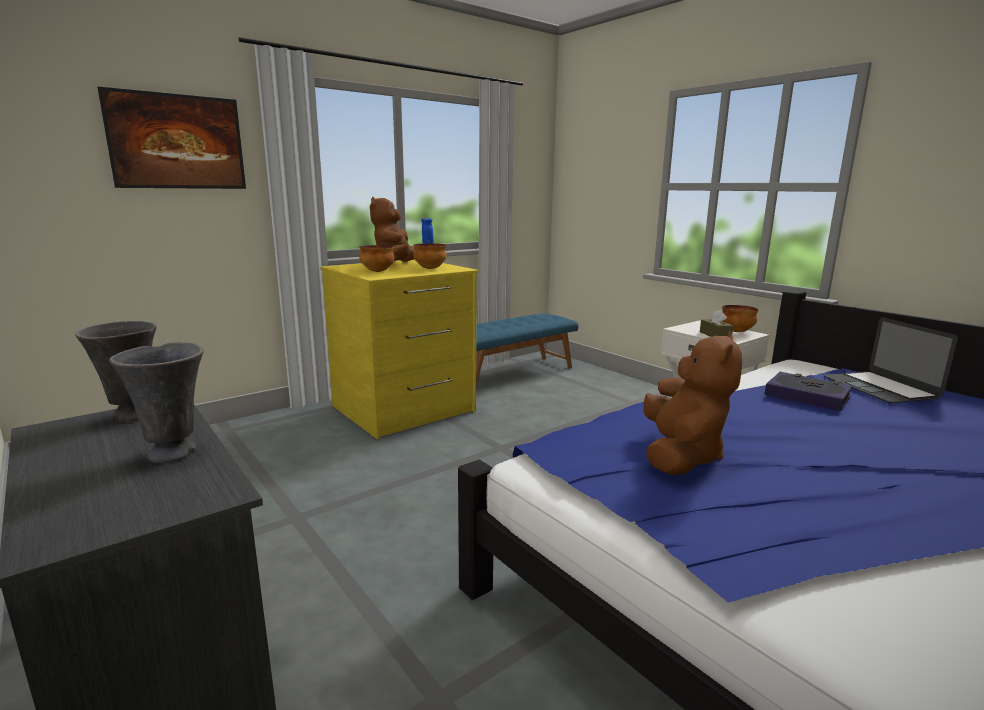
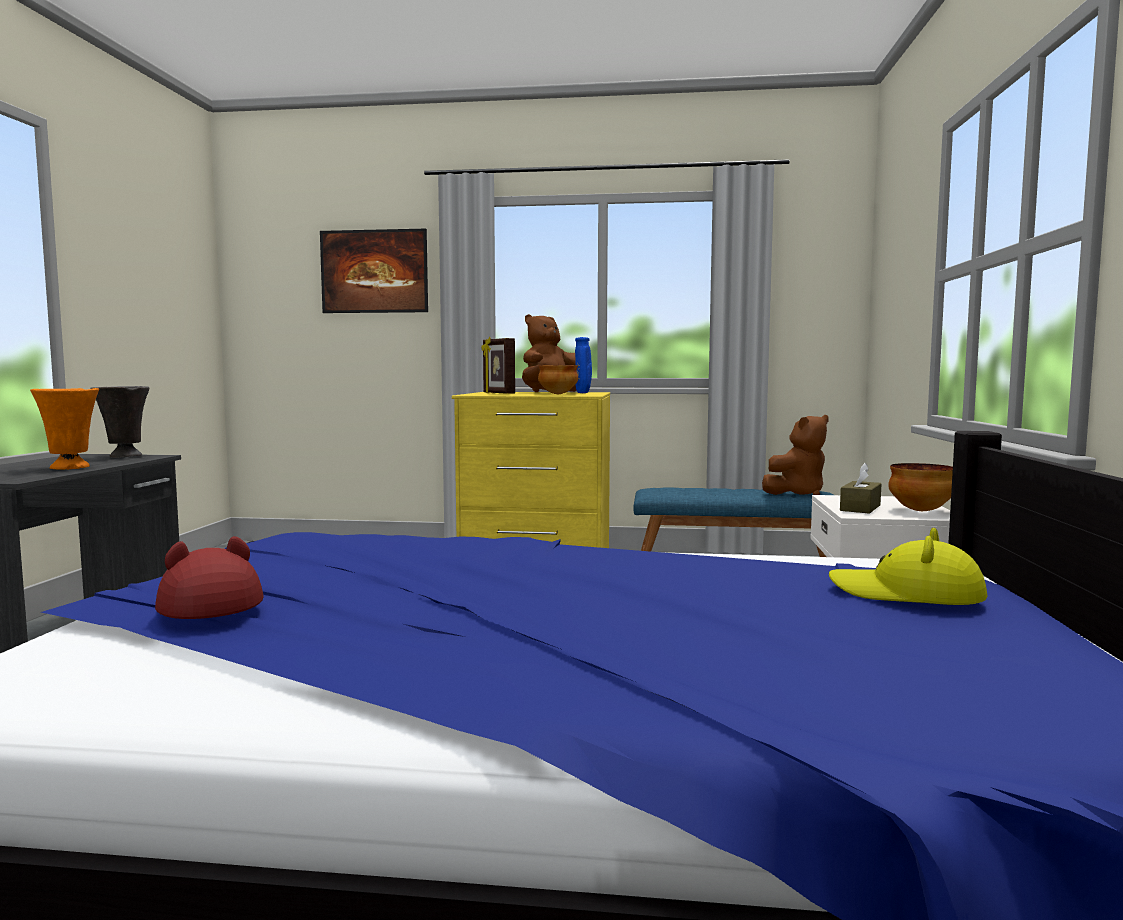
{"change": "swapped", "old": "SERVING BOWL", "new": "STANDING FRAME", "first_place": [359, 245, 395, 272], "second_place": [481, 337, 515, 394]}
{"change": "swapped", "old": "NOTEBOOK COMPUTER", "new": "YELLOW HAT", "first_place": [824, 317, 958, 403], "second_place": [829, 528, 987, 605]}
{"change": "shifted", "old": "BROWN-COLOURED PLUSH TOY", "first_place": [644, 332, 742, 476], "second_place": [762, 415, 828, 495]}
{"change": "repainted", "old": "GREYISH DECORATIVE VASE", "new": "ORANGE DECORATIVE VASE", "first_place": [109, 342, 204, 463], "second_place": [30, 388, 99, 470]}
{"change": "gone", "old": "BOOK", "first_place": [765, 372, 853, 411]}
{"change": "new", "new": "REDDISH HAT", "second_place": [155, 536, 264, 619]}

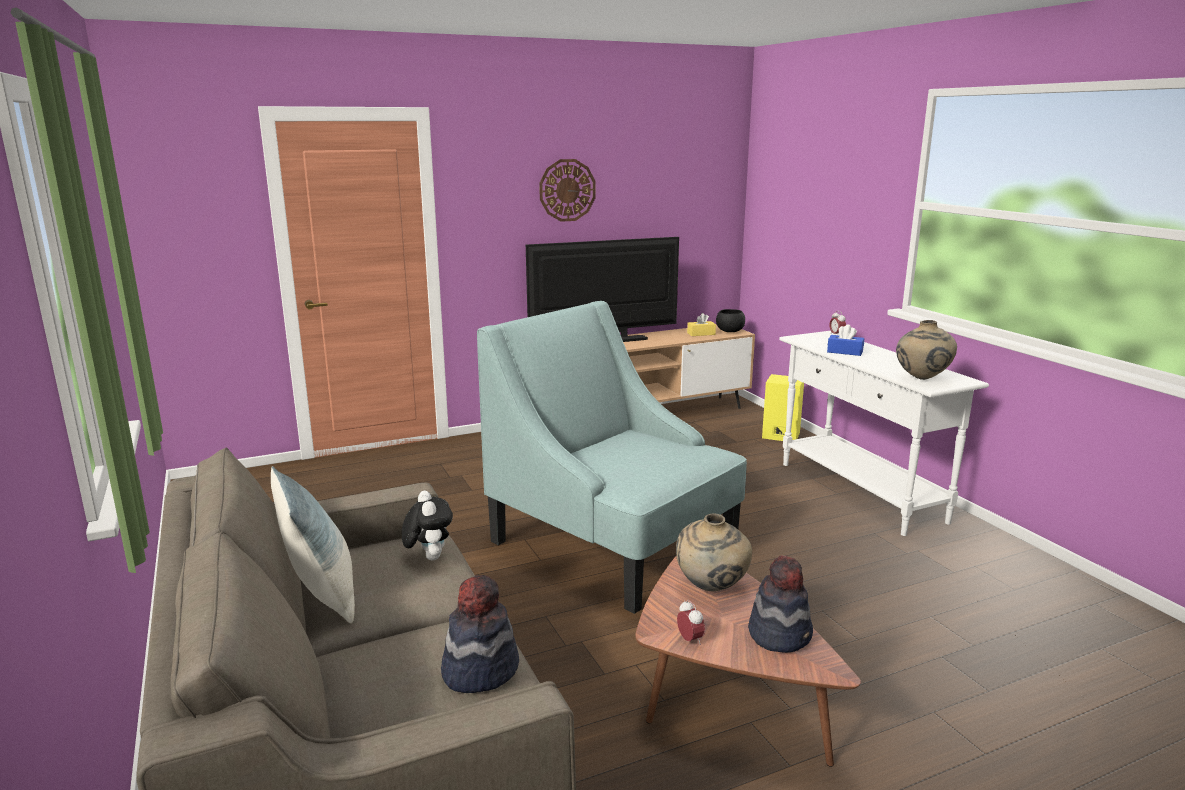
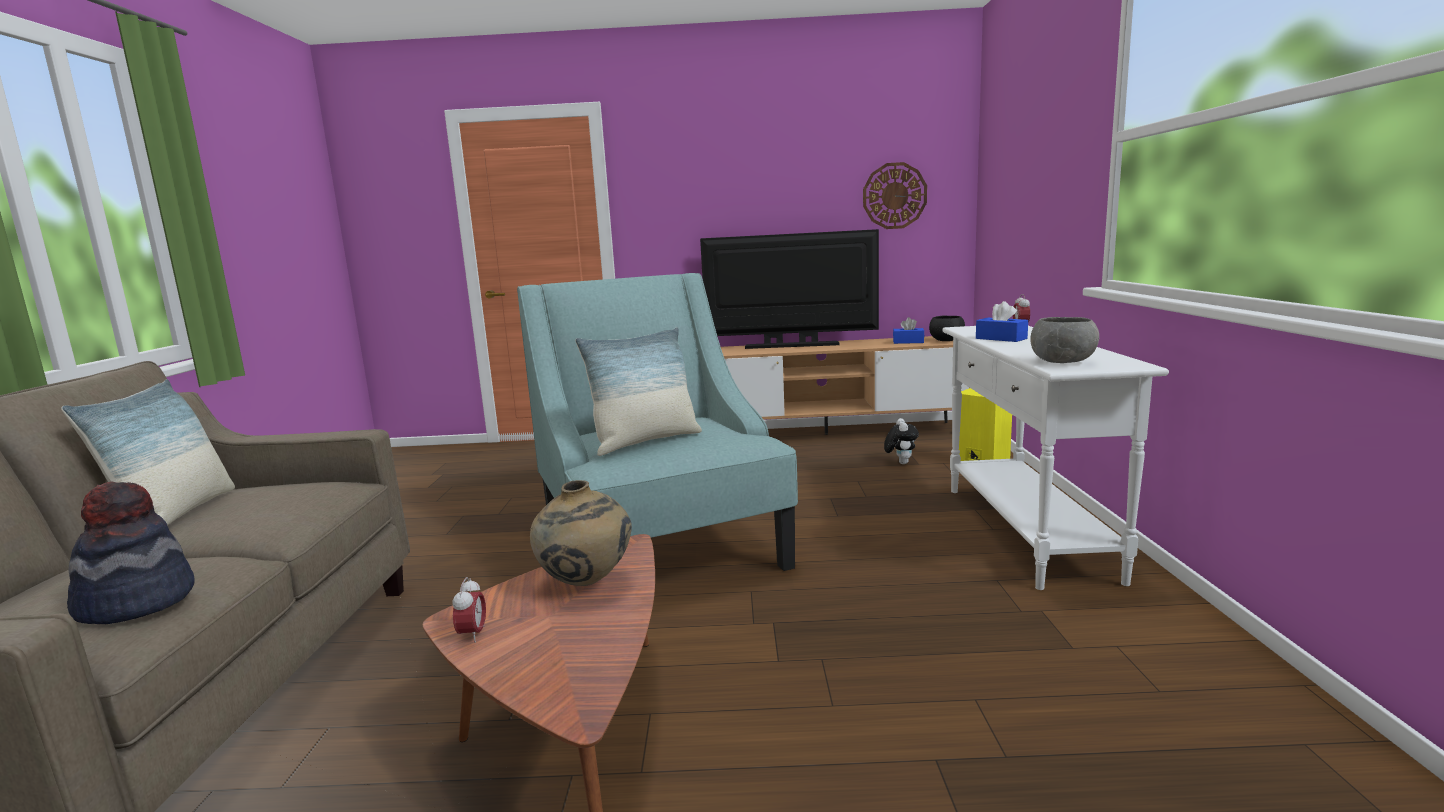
{"change": "shifted", "old": "HANGING CLOCK", "first_place": [539, 159, 596, 222], "second_place": [863, 162, 927, 229]}
{"change": "repainted", "old": "YELLOW BOX OF TISSUES", "new": "BLUE BOX OF TISSUES", "first_place": [687, 313, 716, 336], "second_place": [893, 317, 924, 344]}
{"change": "swapped", "old": "BEIGE DECORATIVE VASE", "new": "GREYISH SERVING BOWL", "first_place": [896, 320, 957, 380], "second_place": [1031, 317, 1099, 363]}
{"change": "shifted", "old": "PLUSH TOY", "first_place": [402, 491, 453, 560], "second_place": [884, 418, 919, 464]}
{"change": "gone", "old": "HAT", "first_place": [748, 556, 813, 653]}
{"change": "new", "new": "THROW PILLOW", "second_place": [575, 327, 702, 456]}

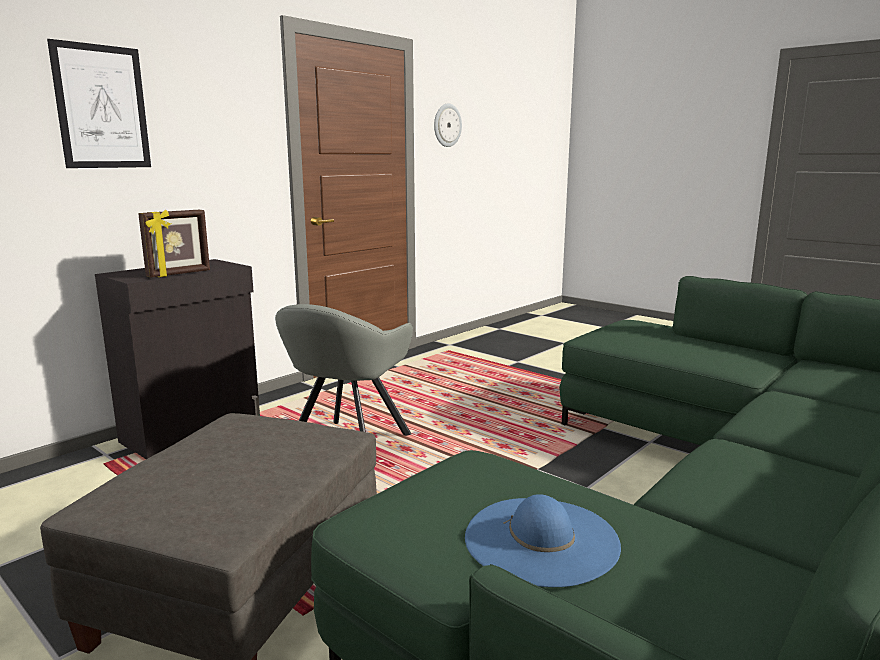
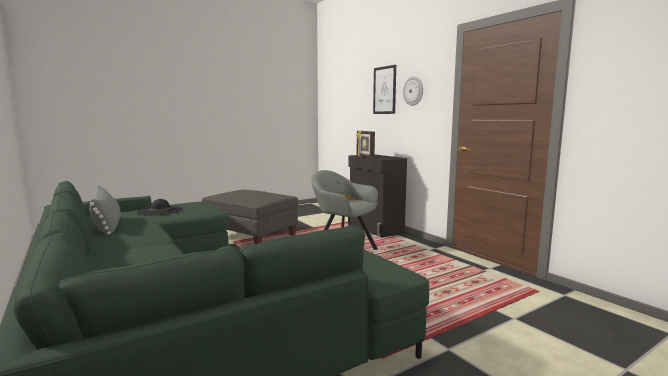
{"change": "shifted", "old": "HANGING CLOCK", "first_place": [434, 104, 462, 147], "second_place": [403, 77, 423, 106]}
{"change": "repainted", "old": "BLUE HAT", "new": "BLACKISH HAT", "first_place": [465, 494, 621, 587], "second_place": [137, 199, 183, 216]}
{"change": "new", "new": "GREYISH THROW PILLOW", "second_place": [89, 185, 121, 234]}

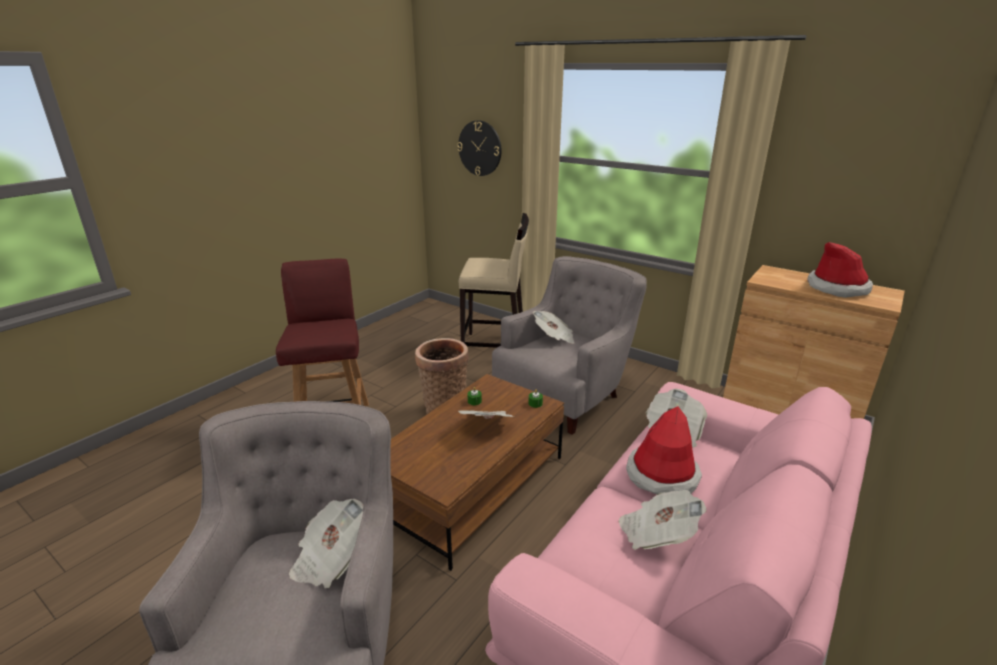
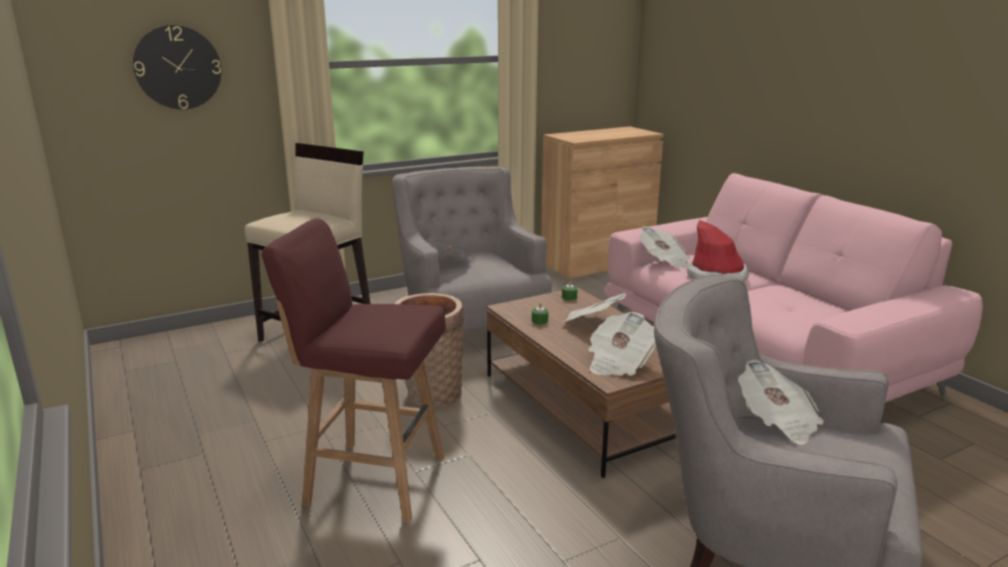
{"change": "gone", "old": "HAT", "first_place": [807, 242, 873, 298]}
{"change": "shifted", "old": "PRINTED PAPER", "first_place": [618, 490, 706, 550], "second_place": [588, 312, 656, 376]}

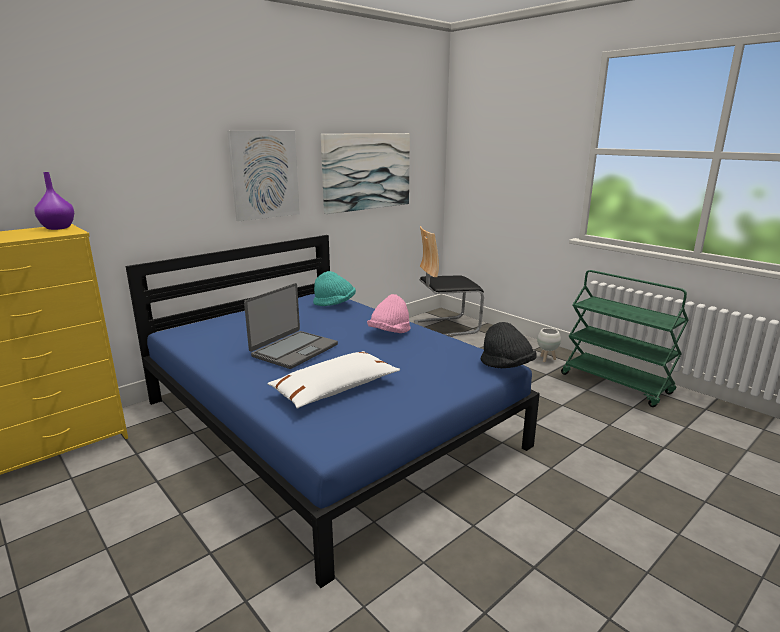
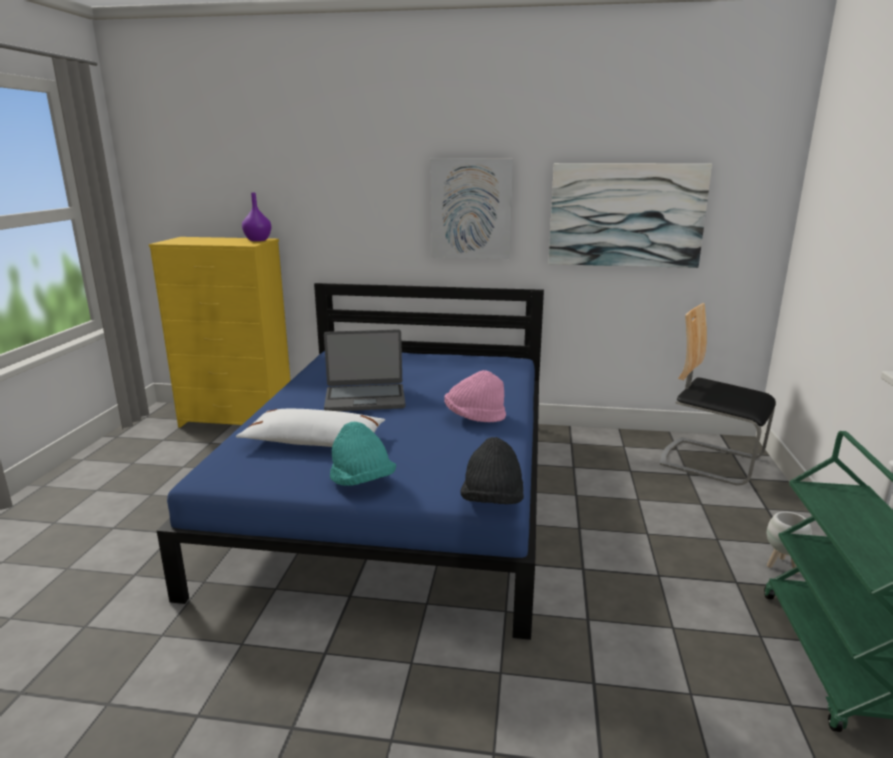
{"change": "shifted", "old": "TURQUOISE HAT", "first_place": [313, 271, 356, 306], "second_place": [330, 422, 396, 486]}

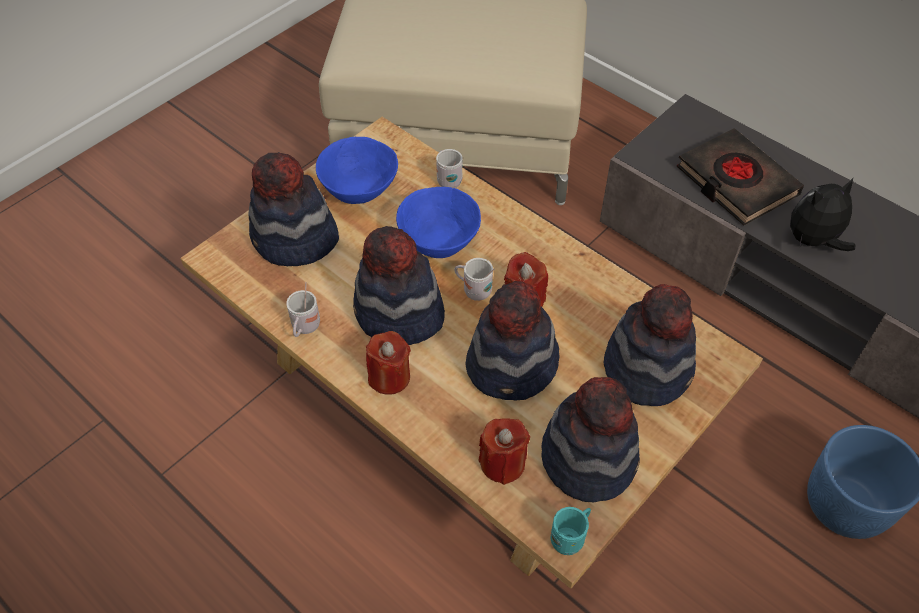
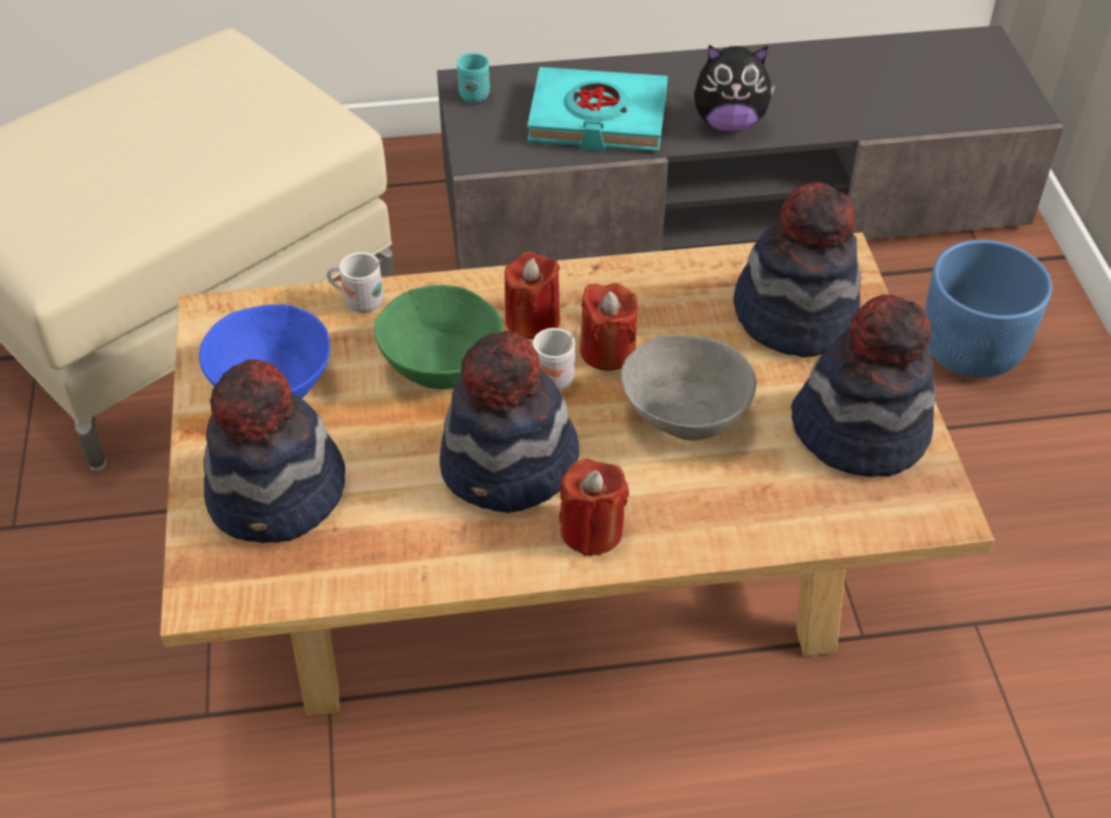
{"change": "repainted", "old": "BLACKISH BOOK", "new": "TURQUOISE BOOK", "first_place": [677, 128, 804, 225], "second_place": [527, 67, 668, 151]}
{"change": "rotated", "old": "PLUSH TOY", "first_place": [790, 178, 855, 251], "second_place": [694, 45, 776, 132], "degrees": -105}
{"change": "repainted", "old": "BLUE SERVING BOWL", "new": "GREENISH SERVING BOWL", "first_place": [396, 187, 481, 258], "second_place": [374, 285, 503, 389]}
{"change": "swapped", "old": "HAT", "new": "GREYISH SERVING BOWL", "first_place": [466, 281, 559, 401], "second_place": [620, 334, 756, 440]}
{"change": "gone", "old": "WHITE-COLOURED TEA MUG", "first_place": [286, 282, 320, 337]}
{"change": "shifted", "old": "REDDISH WAX LIGHT", "first_place": [479, 418, 530, 485], "second_place": [505, 252, 560, 339]}
{"change": "shifted", "old": "TURQUOISE TEA MUG", "first_place": [550, 507, 591, 555], "second_place": [457, 53, 490, 103]}

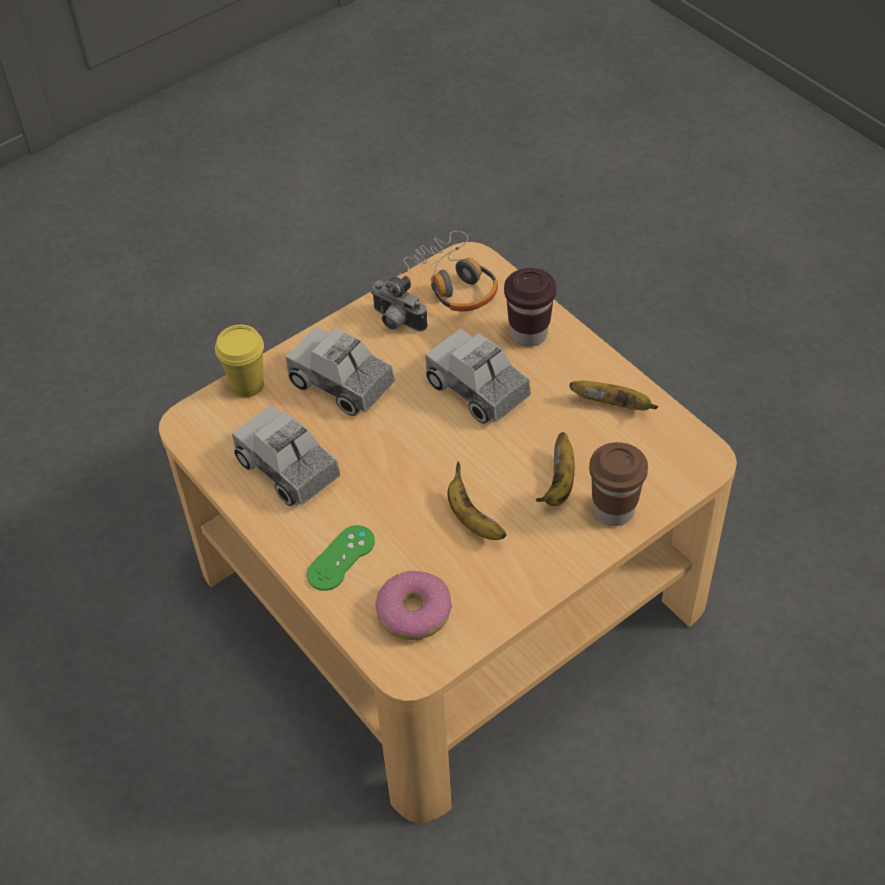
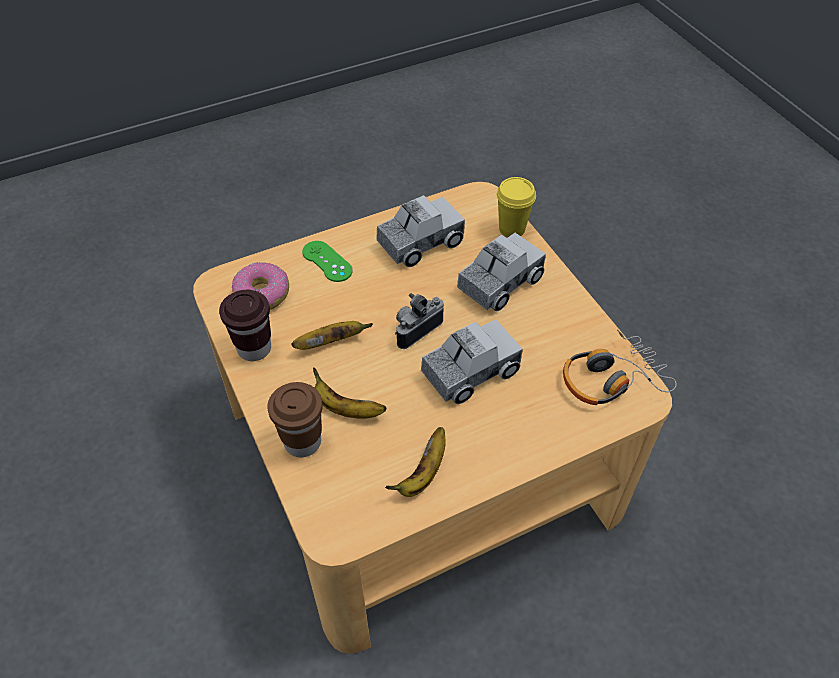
{"change": "shifted", "old": "BROWN-COLOURED DRINKING CUP", "first_place": [504, 268, 556, 347], "second_place": [219, 290, 271, 361]}
{"change": "shifted", "old": "PHOTO CAMERA", "first_place": [371, 276, 428, 332], "second_place": [395, 293, 444, 349]}

